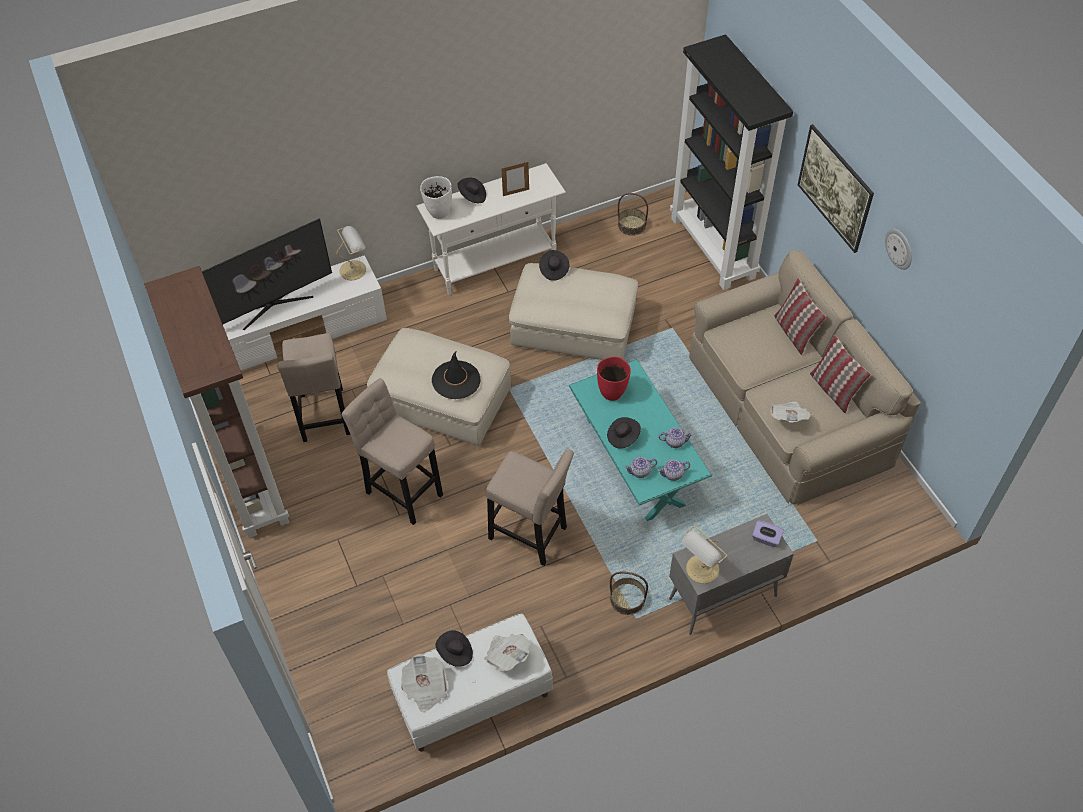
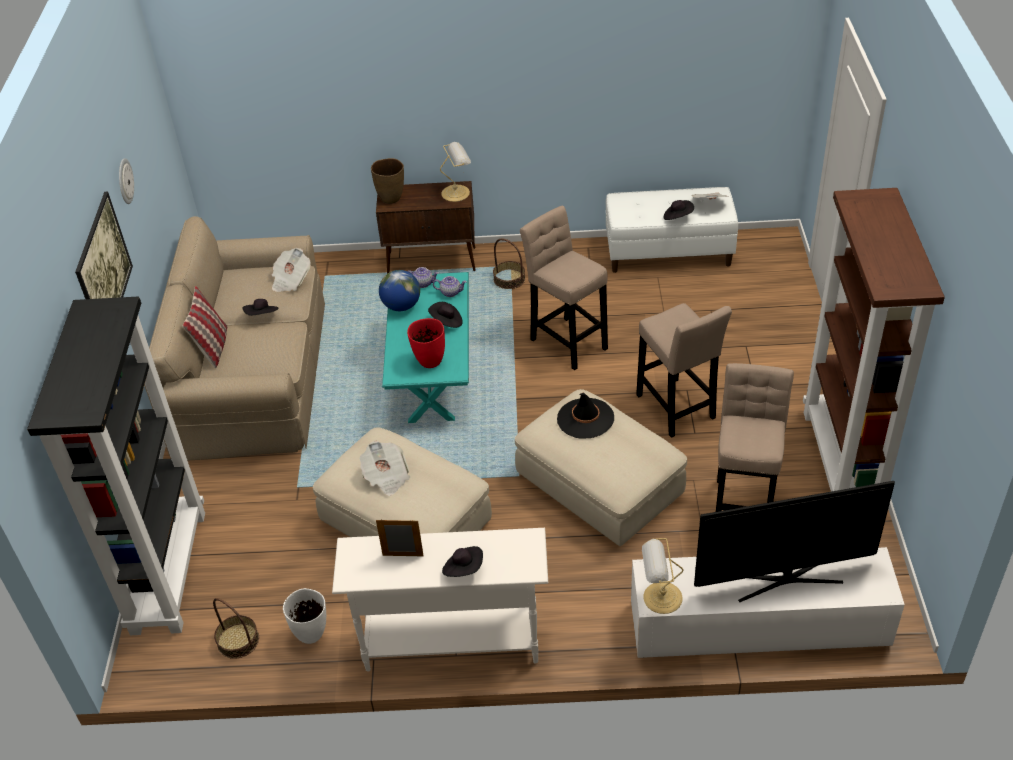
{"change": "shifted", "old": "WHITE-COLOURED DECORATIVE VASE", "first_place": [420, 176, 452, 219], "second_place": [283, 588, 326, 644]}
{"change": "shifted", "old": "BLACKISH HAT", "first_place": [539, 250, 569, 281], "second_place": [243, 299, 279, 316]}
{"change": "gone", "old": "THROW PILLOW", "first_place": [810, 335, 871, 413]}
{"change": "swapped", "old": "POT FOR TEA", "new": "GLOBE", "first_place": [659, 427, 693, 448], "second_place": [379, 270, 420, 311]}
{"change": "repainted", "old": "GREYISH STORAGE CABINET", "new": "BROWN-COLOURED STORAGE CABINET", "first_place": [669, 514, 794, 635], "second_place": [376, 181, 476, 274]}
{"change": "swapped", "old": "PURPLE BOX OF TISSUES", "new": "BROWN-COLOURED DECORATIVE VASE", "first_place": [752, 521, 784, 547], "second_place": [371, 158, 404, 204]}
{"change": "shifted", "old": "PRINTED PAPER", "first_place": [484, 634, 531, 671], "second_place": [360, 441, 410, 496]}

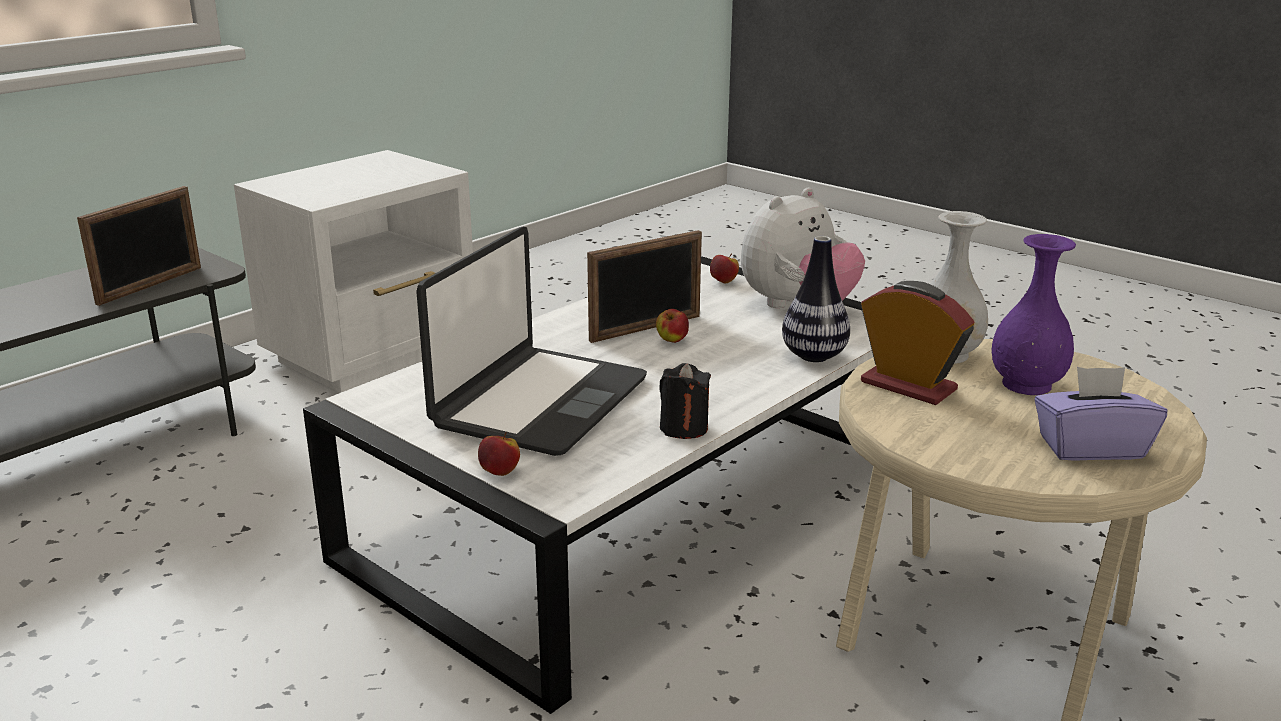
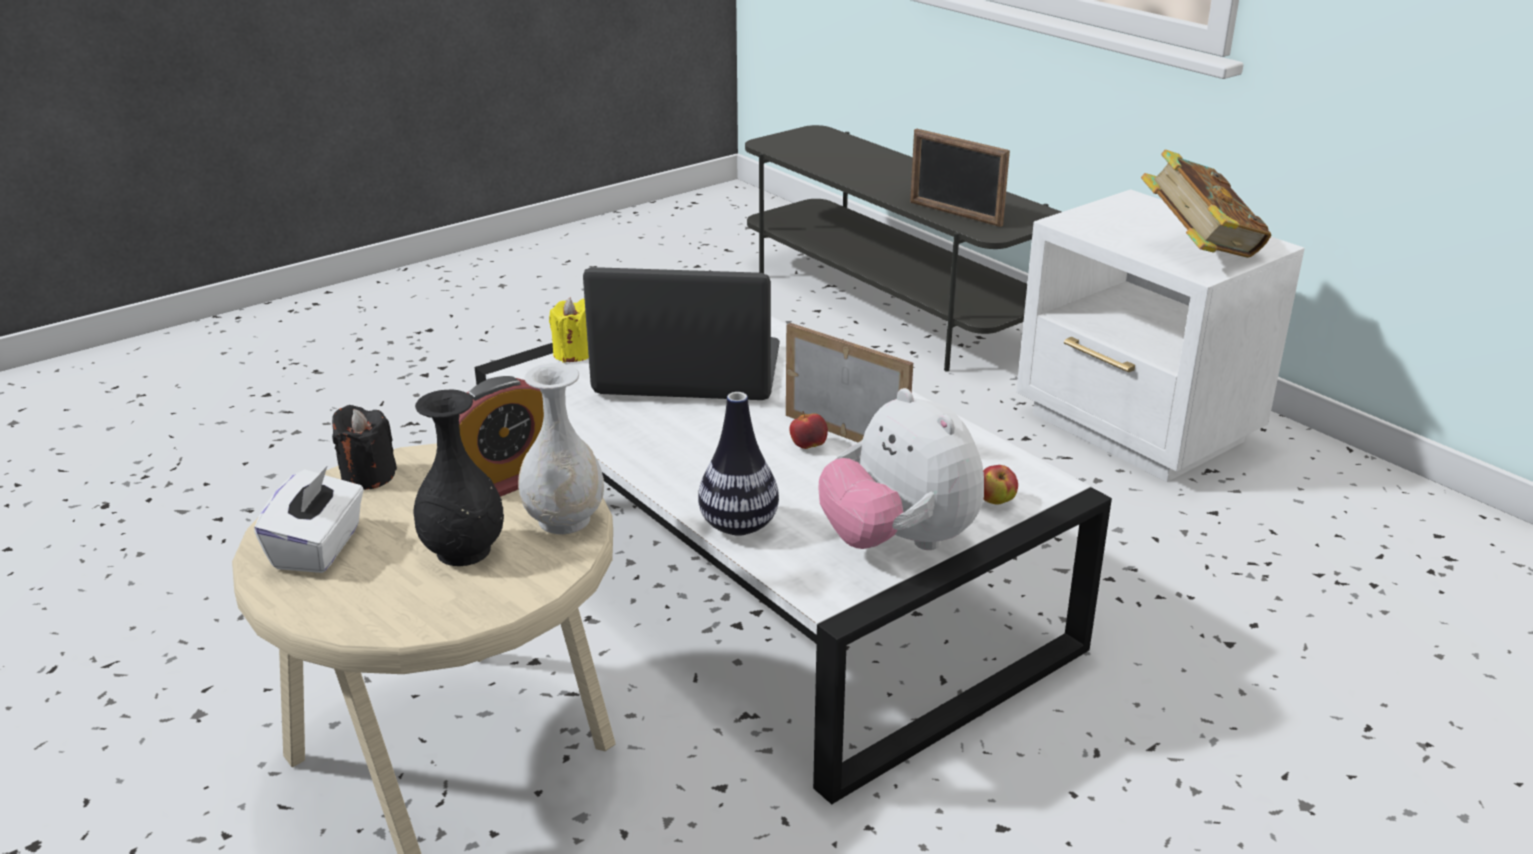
{"change": "rotated", "old": "NOTEBOOK COMPUTER", "first_place": [416, 227, 647, 456], "second_place": [583, 267, 780, 400], "degrees": 150}
{"change": "rotated", "old": "STANDING FRAME", "first_place": [587, 230, 702, 343], "second_place": [786, 323, 913, 442], "degrees": 150}
{"change": "repainted", "old": "PURPLE DECORATIVE VASE", "new": "BLACKISH DECORATIVE VASE", "first_place": [991, 234, 1076, 395], "second_place": [413, 389, 504, 566]}
{"change": "shifted", "old": "BLACKISH WAX LIGHT", "first_place": [659, 363, 711, 439], "second_place": [332, 405, 397, 490]}
{"change": "repainted", "old": "PURPLE BOX OF TISSUES", "new": "WHITE-COLOURED BOX OF TISSUES", "first_place": [1034, 367, 1168, 461], "second_place": [254, 467, 364, 573]}
{"change": "swapped", "old": "WHOLE APPLE", "new": "YELLOW WAX LIGHT", "first_place": [478, 432, 520, 476], "second_place": [549, 298, 589, 363]}
{"change": "new", "new": "BOOK", "second_place": [1141, 150, 1271, 258]}

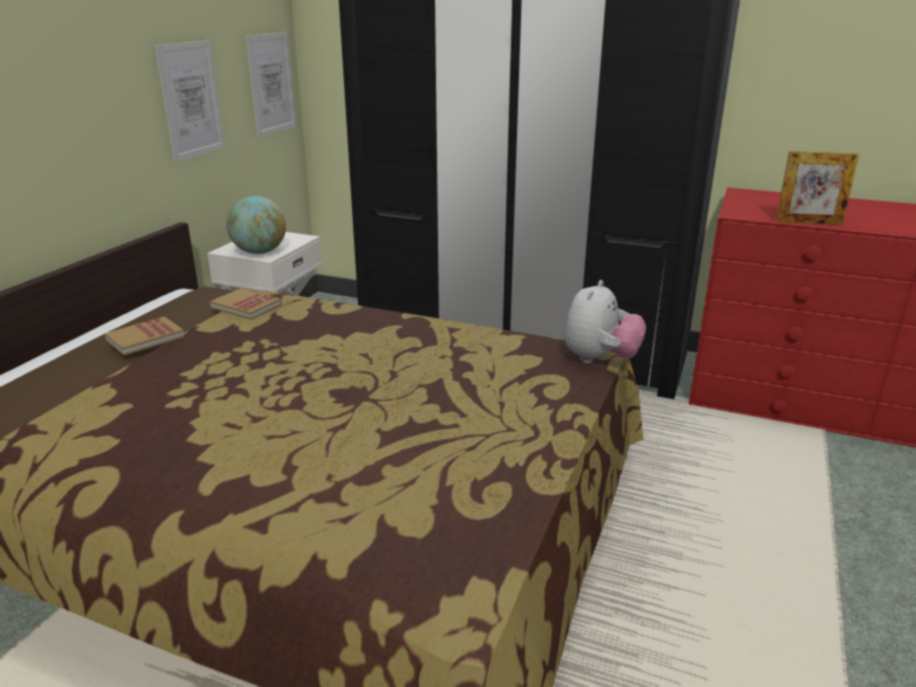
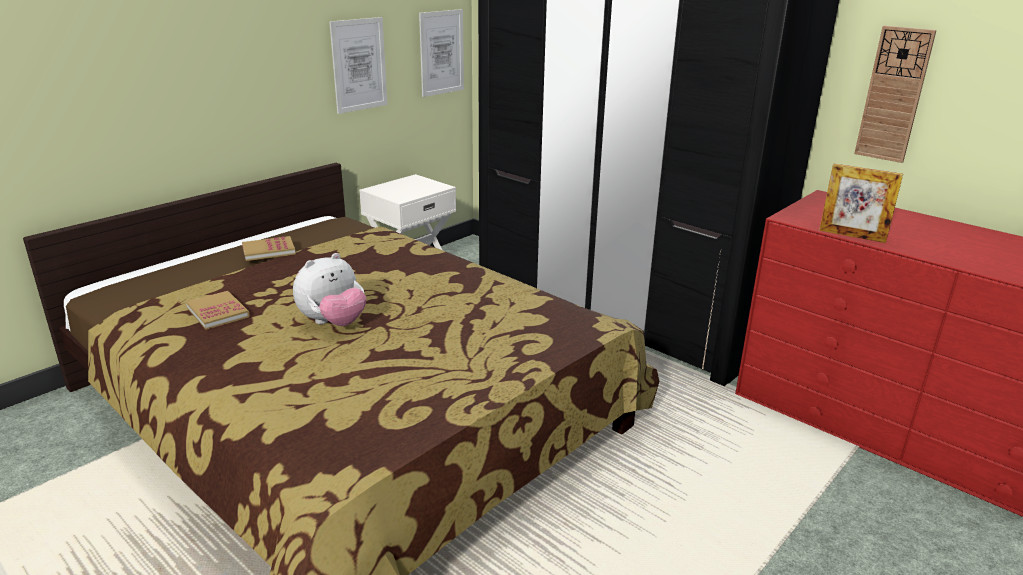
{"change": "gone", "old": "GLOBE", "first_place": [227, 196, 286, 254]}
{"change": "shifted", "old": "PLUSH TOY", "first_place": [564, 280, 646, 363], "second_place": [293, 253, 366, 326]}
{"change": "shifted", "old": "BOOK", "first_place": [210, 288, 282, 320], "second_place": [186, 291, 250, 330]}
{"change": "new", "new": "HANGING CLOCK", "second_place": [854, 26, 937, 163]}

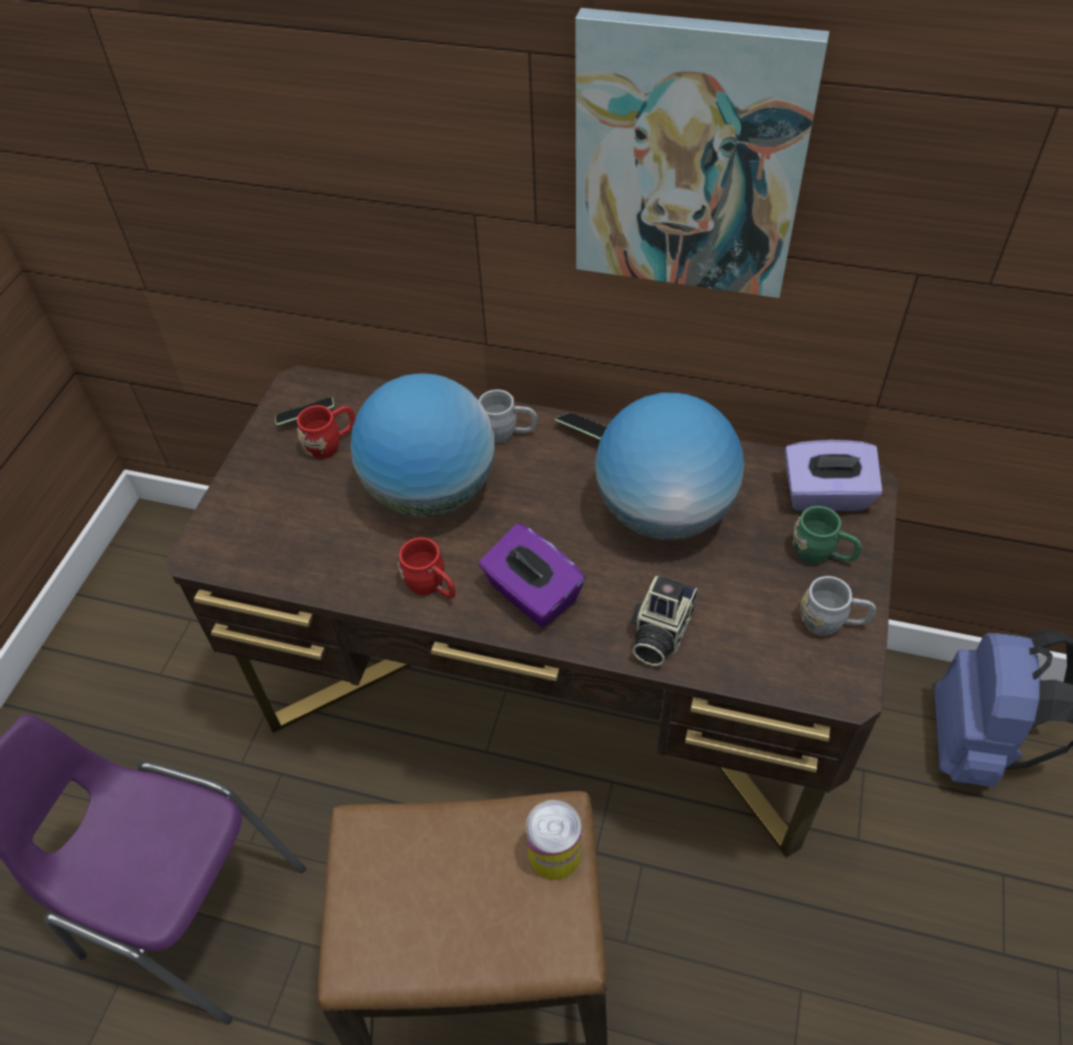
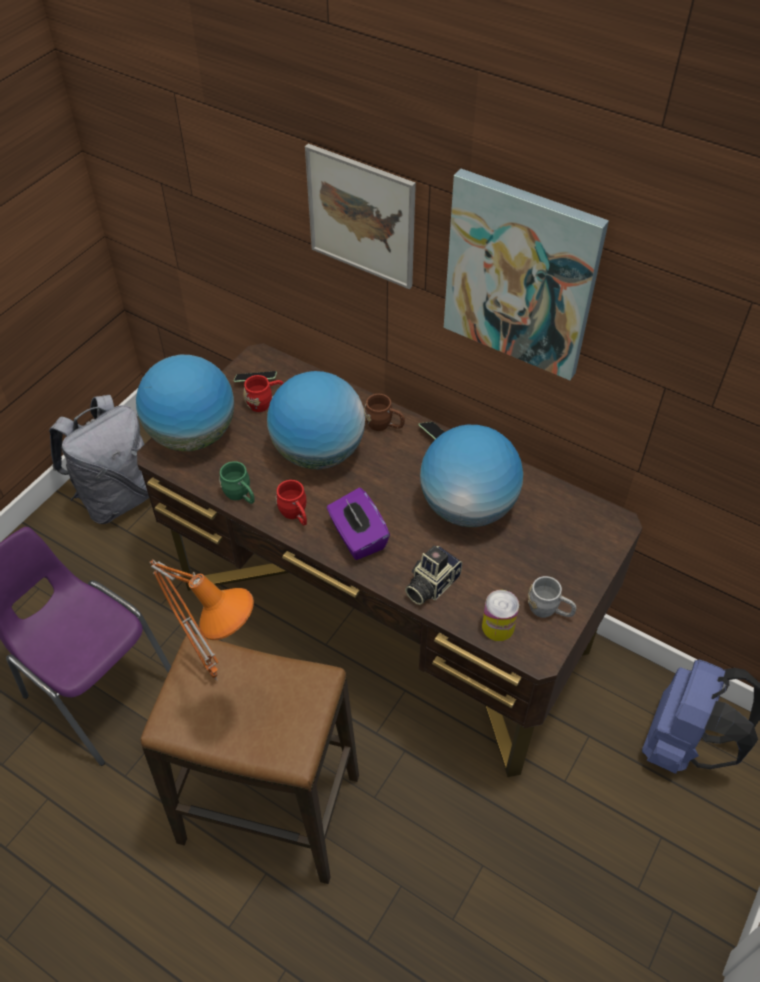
{"change": "repainted", "old": "GREYISH TEA MUG", "new": "BROWN-COLOURED TEA MUG", "first_place": [479, 390, 537, 443], "second_place": [364, 394, 405, 431]}
{"change": "gone", "old": "PURPLE BOX OF TISSUES", "first_place": [785, 440, 882, 511]}
{"change": "shifted", "old": "GREENISH TEA MUG", "first_place": [793, 506, 862, 564], "second_place": [219, 461, 255, 504]}
{"change": "shifted", "old": "CAN", "first_place": [526, 800, 581, 880], "second_place": [482, 590, 519, 641]}
{"change": "new", "new": "WALL ART", "second_place": [305, 144, 416, 289]}
{"change": "new", "new": "GLOBE", "second_place": [136, 355, 234, 451]}
{"change": "new", "new": "GREYISH KNAPSACK", "second_place": [49, 395, 149, 524]}
{"change": "new", "new": "ORANGE LAMP FOR A TABLE", "second_place": [149, 559, 254, 681]}

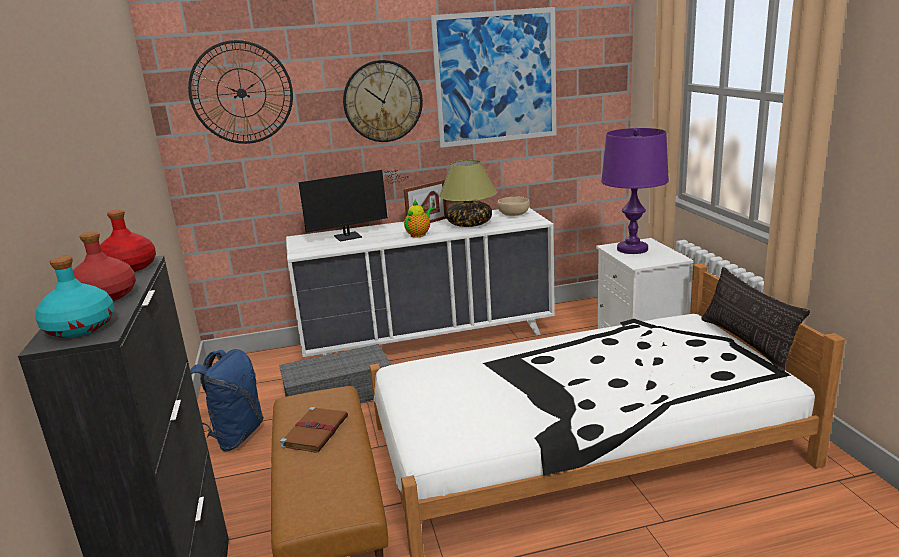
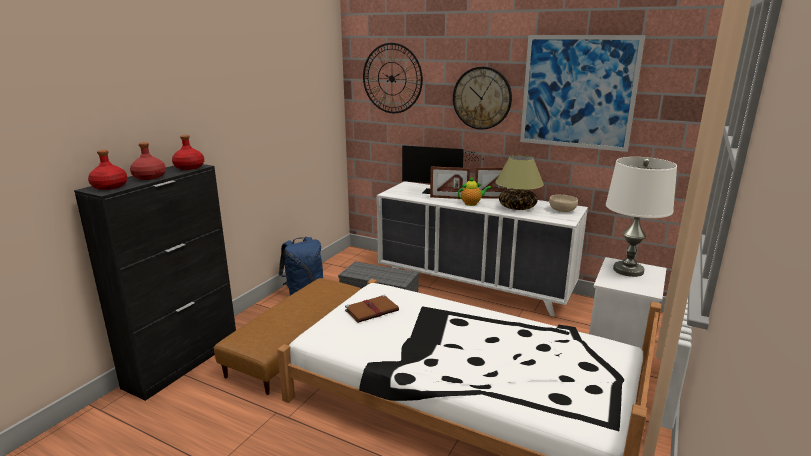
{"change": "repainted", "old": "PURPLE LAMP FOR A TABLE", "new": "WHITE-COLOURED LAMP FOR A TABLE", "first_place": [601, 128, 669, 254], "second_place": [606, 157, 677, 277]}
{"change": "repainted", "old": "TURQUOISE DRINK BOTTLE", "new": "REDDISH DRINK BOTTLE", "first_place": [35, 256, 114, 338], "second_place": [88, 150, 128, 190]}
{"change": "gone", "old": "THROW PILLOW", "first_place": [701, 267, 810, 373]}
{"change": "shifted", "old": "BROWN-COLOURED BOOK", "first_place": [280, 407, 348, 453], "second_place": [345, 295, 399, 323]}
{"change": "new", "new": "STANDING FRAME", "second_place": [430, 166, 470, 199]}

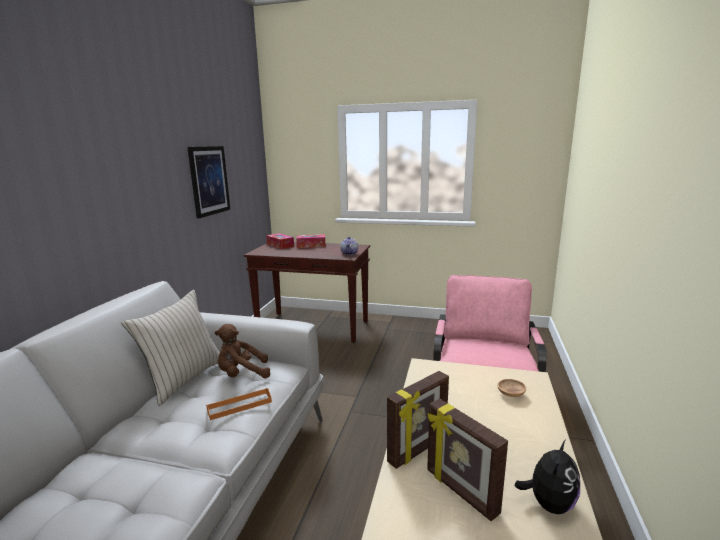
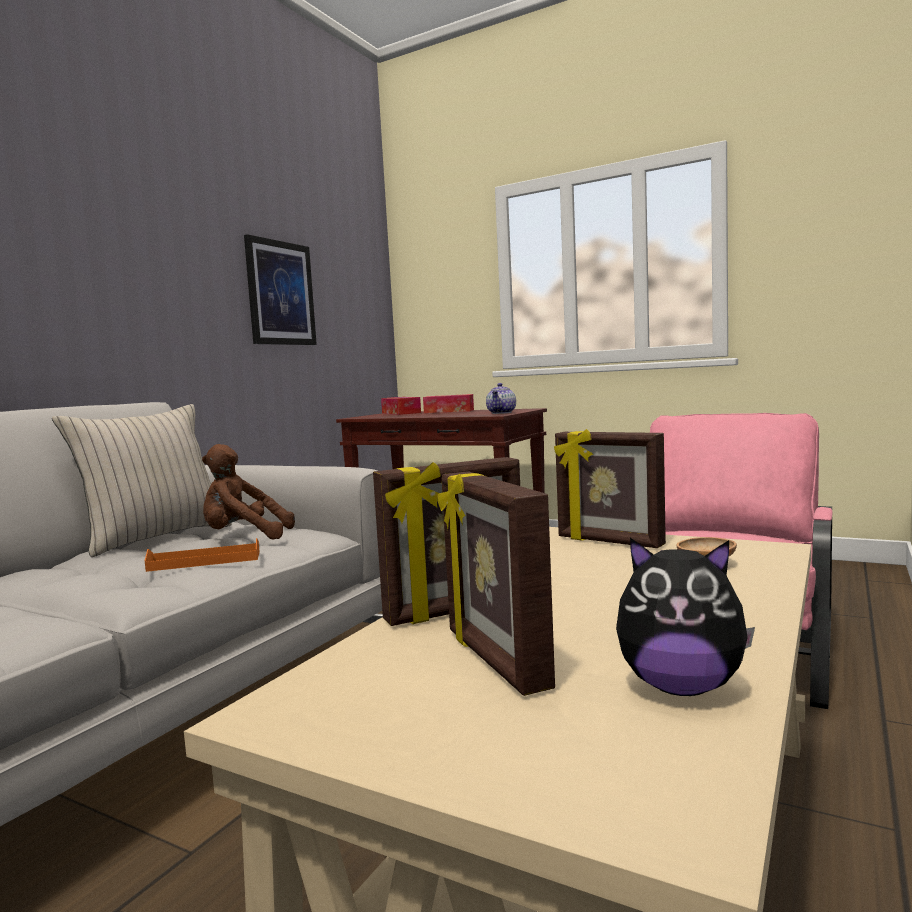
{"change": "rotated", "old": "PLUSH TOY", "first_place": [514, 440, 580, 514], "second_place": [616, 538, 755, 696], "degrees": 60}
{"change": "new", "new": "STANDING FRAME", "second_place": [554, 429, 666, 548]}

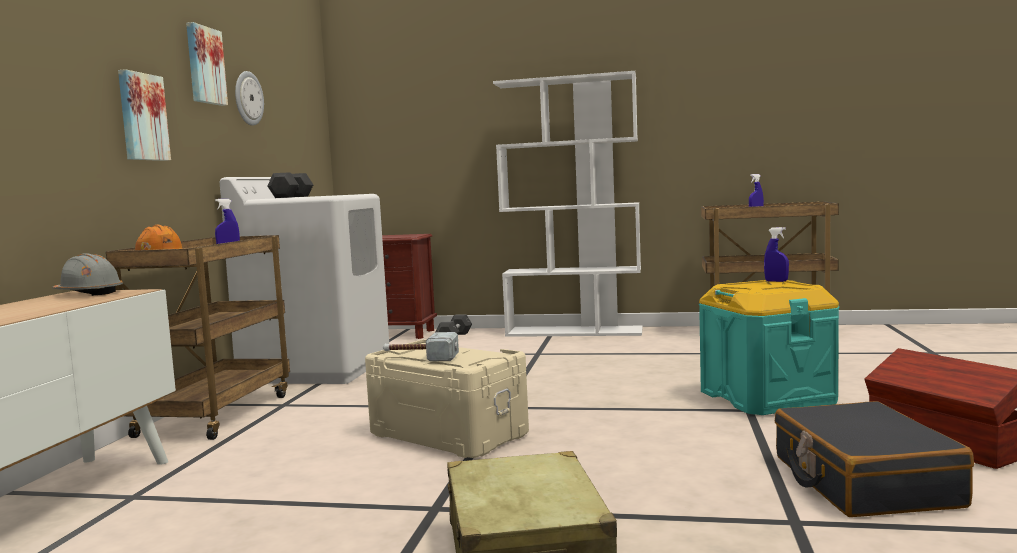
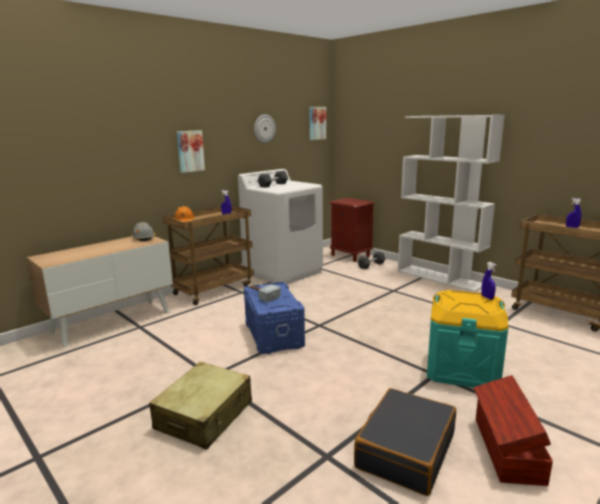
{"change": "shifted", "old": "WALL ART", "first_place": [186, 22, 228, 106], "second_place": [309, 107, 326, 140]}
{"change": "repainted", "old": "BEIGE STORAGE CONTAINER", "new": "BLUE STORAGE CONTAINER", "first_place": [365, 339, 529, 458], "second_place": [244, 282, 305, 354]}

